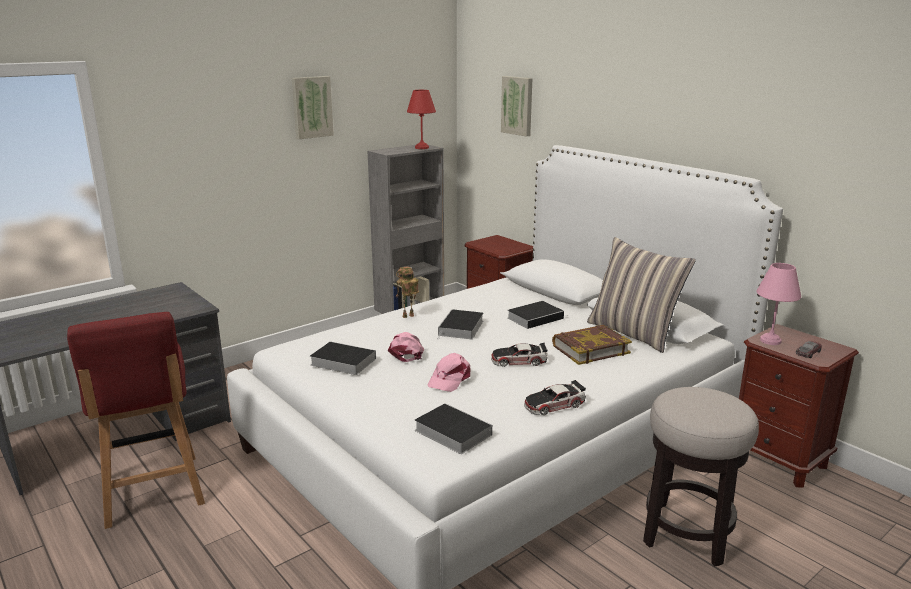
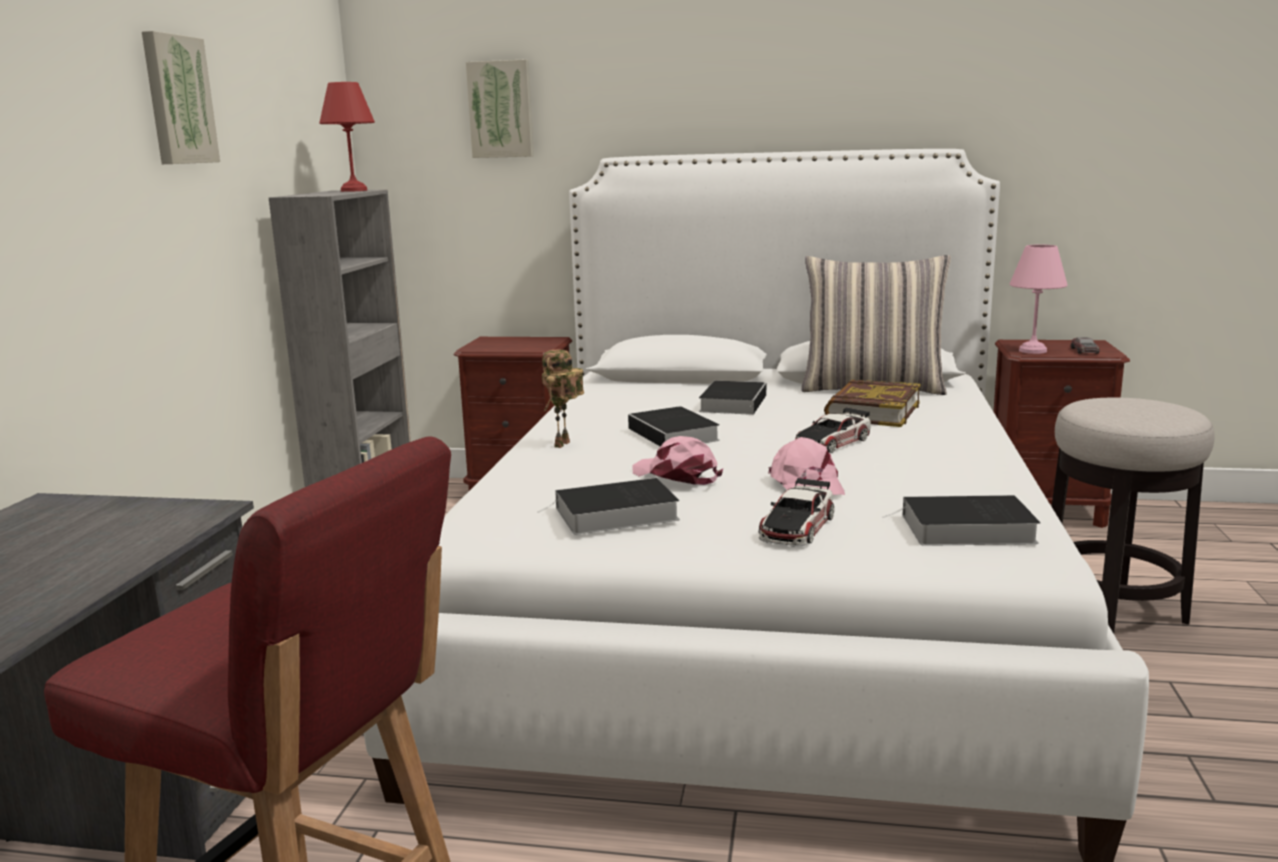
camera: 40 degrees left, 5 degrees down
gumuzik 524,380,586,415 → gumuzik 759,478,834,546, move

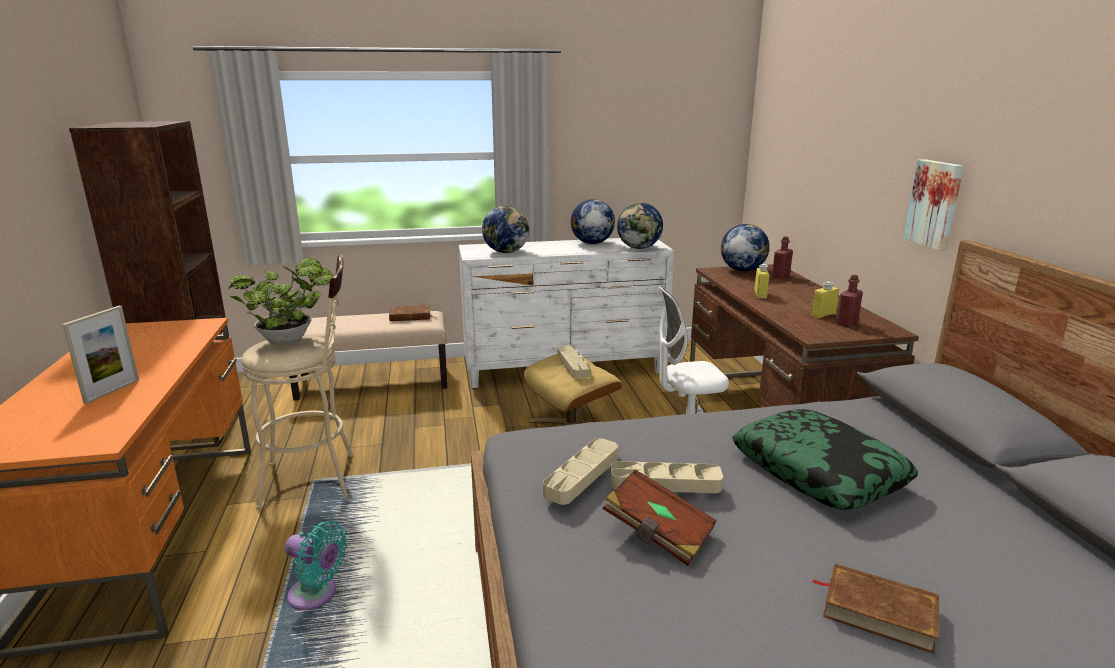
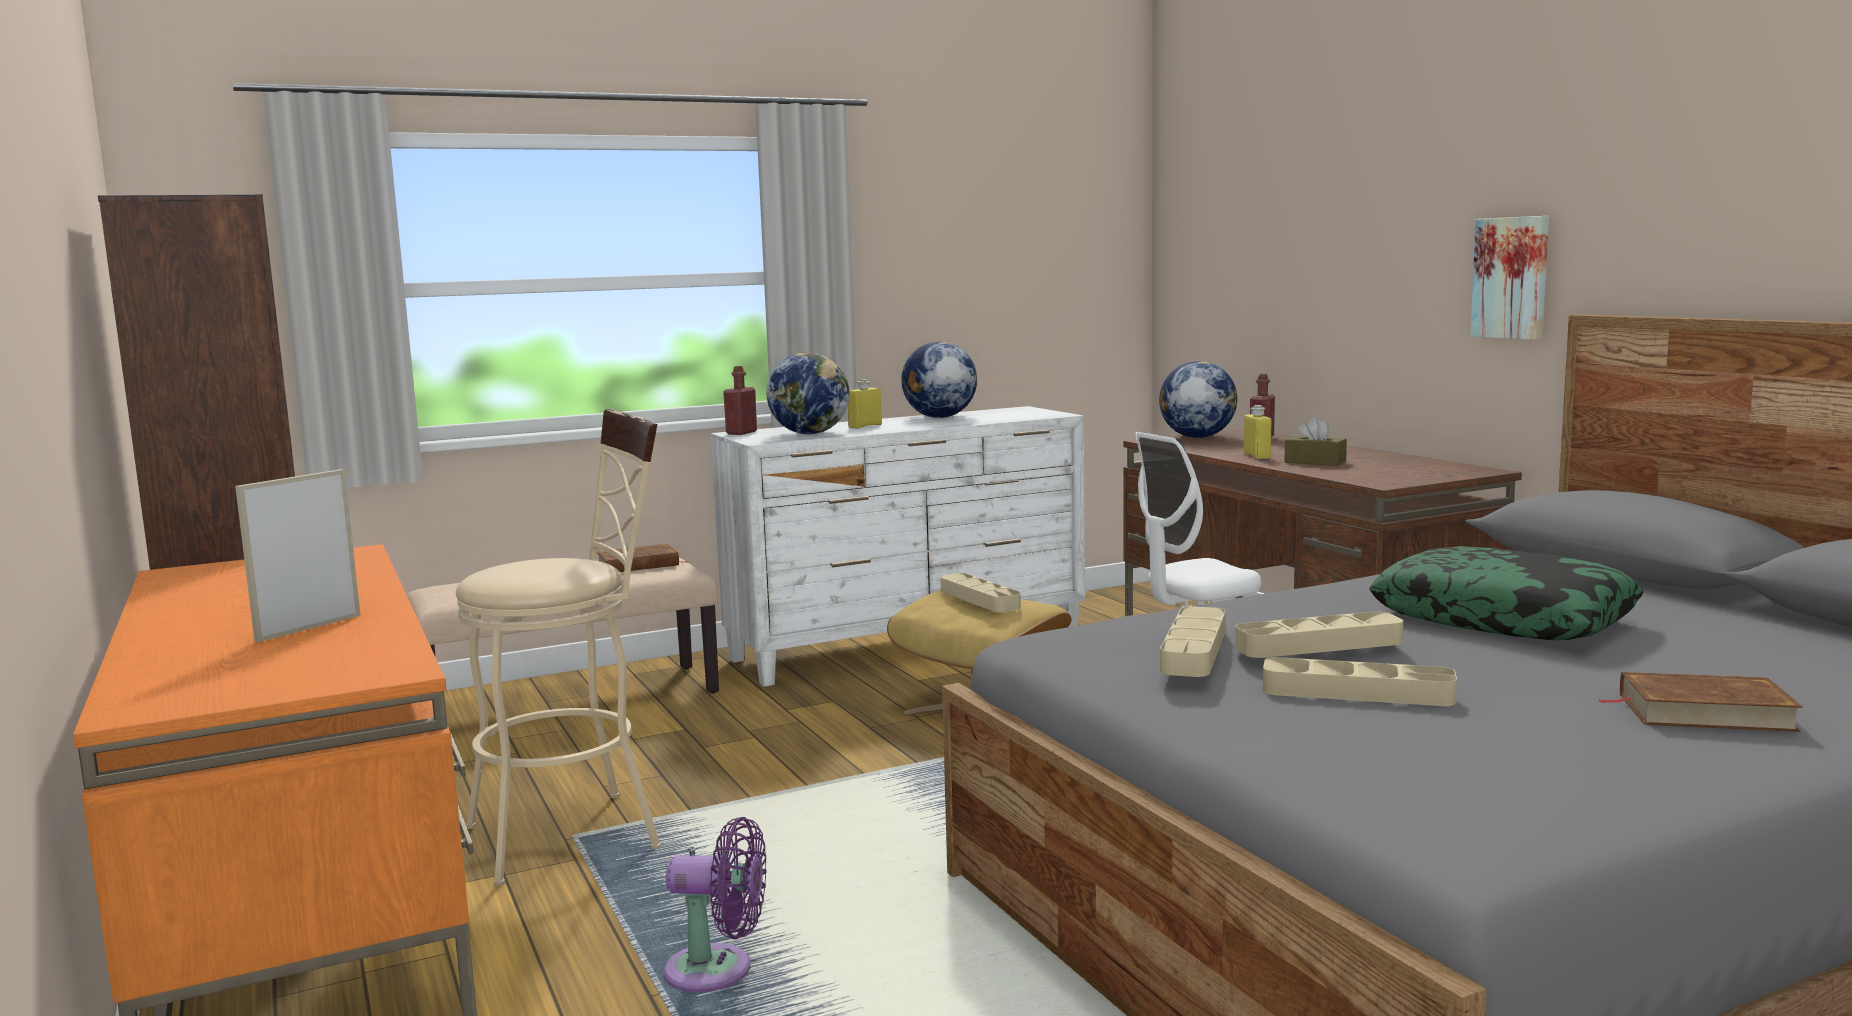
camera: 15 degrees left, 10 degrees down
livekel 62,306,139,404 → livekel 235,469,361,642, 150 degrees counterclockwise
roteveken 227,258,334,345 → -
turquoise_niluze 285,521,347,610 → purple_niluze 664,817,767,992
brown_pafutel 603,469,717,566 → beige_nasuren 1263,657,1457,706
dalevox 617,203,663,249 → -
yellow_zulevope 811,281,839,319 → yellow_zulevope 848,379,882,429, move
red_zulevope 836,275,863,327 → red_zulevope 723,366,757,435, move
- → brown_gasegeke 1285,417,1347,466

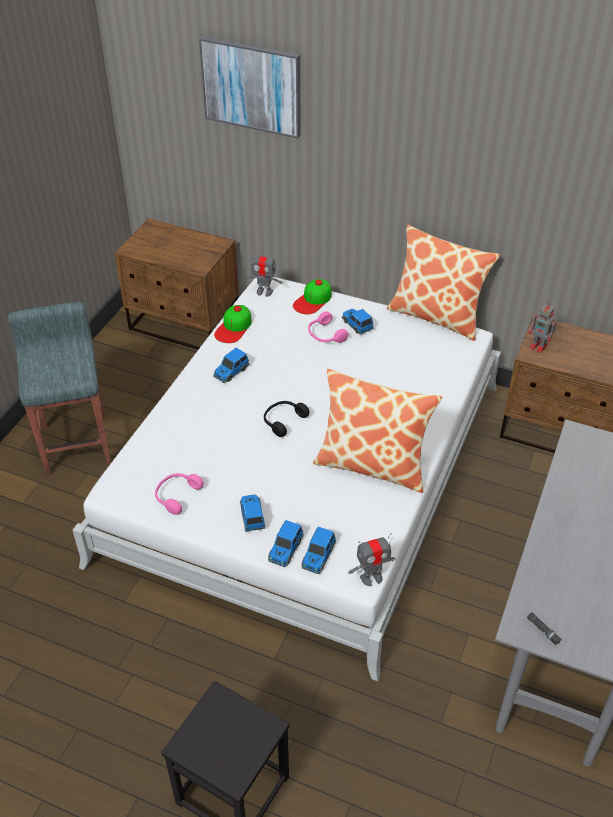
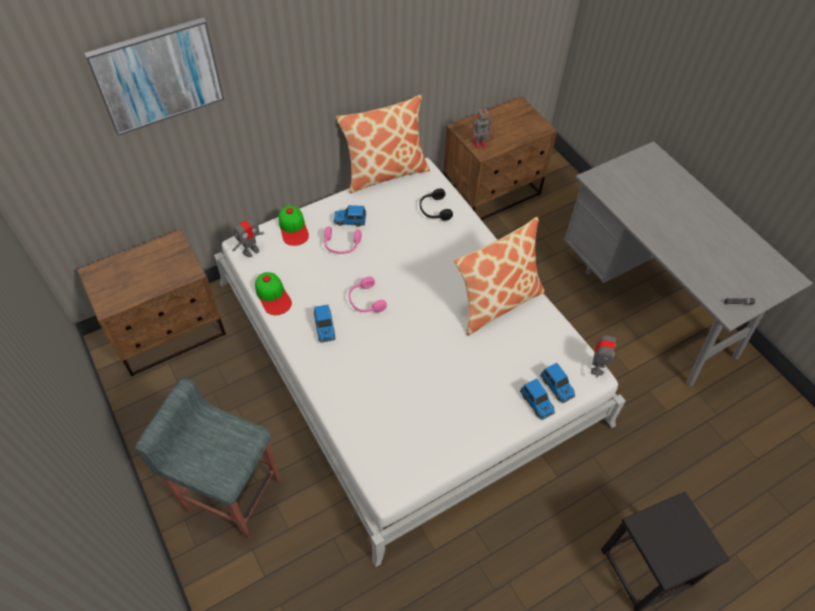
camera: 55 degrees left, 10 degrees up
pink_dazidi 155,473,204,515 → pink_dazidi 349,277,387,312, move
gumuzik 240,494,266,532 → -
black_dazidi 264,401,310,437 → black_dazidi 420,188,453,221, move

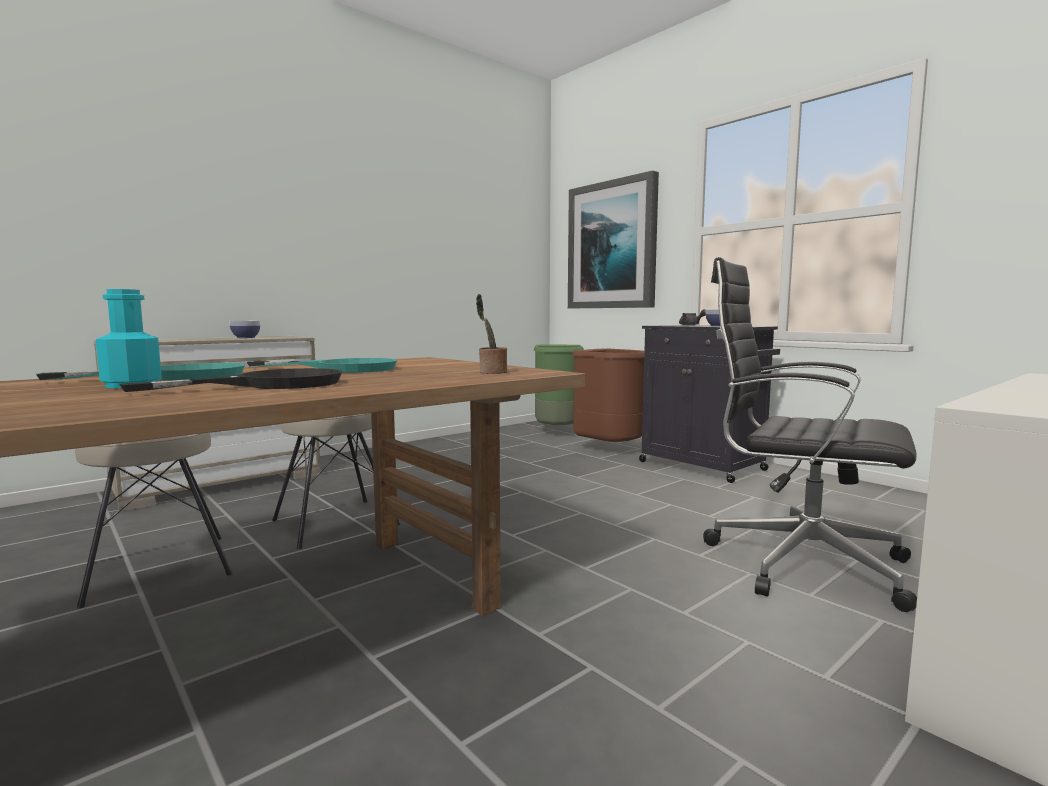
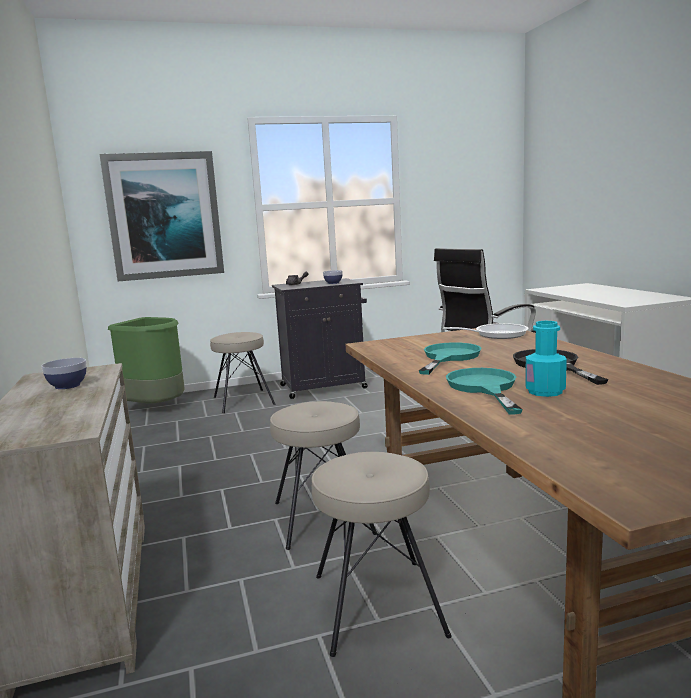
camera: 65 degrees left, 5 degrees up
roteveken 476,294,507,374 → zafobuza 443,323,529,339
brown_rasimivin 572,348,644,442 → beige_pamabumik 210,332,276,413

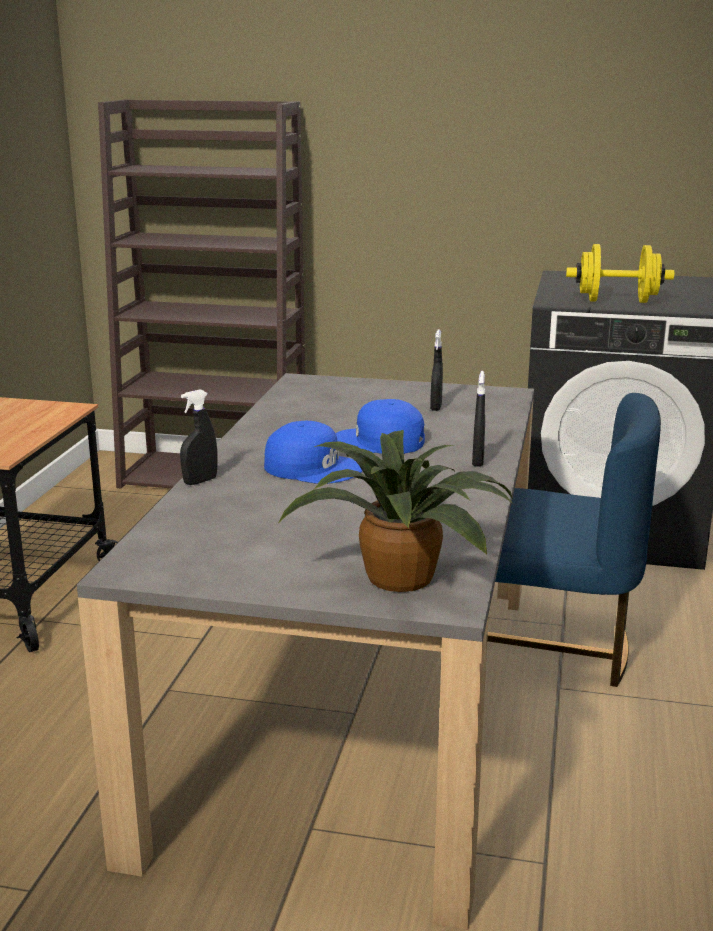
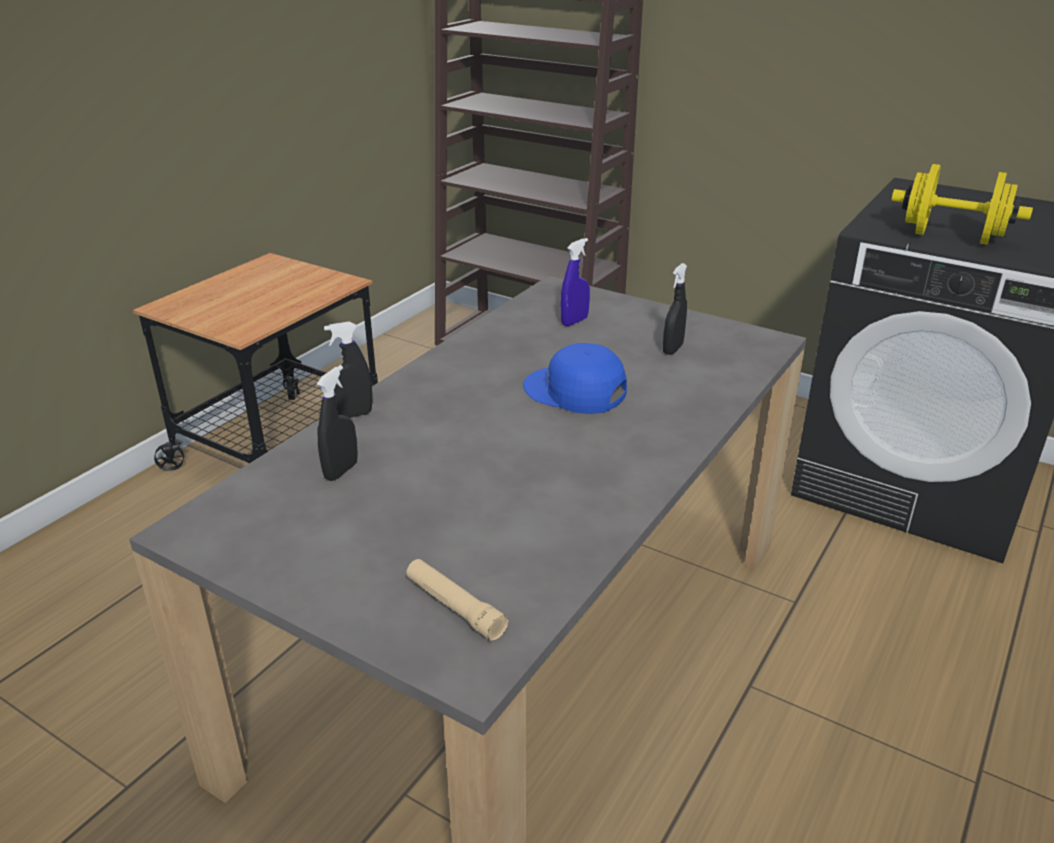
camera: 20 degrees right, 10 degrees up
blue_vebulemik 264,421,362,484 → -
roteveken 279,430,513,592 → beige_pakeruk 406,559,508,641
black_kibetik 472,371,485,467 → black_kibetik 317,365,358,481, move
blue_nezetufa 487,393,661,687 → -
- → blue_kibetik 561,238,590,326

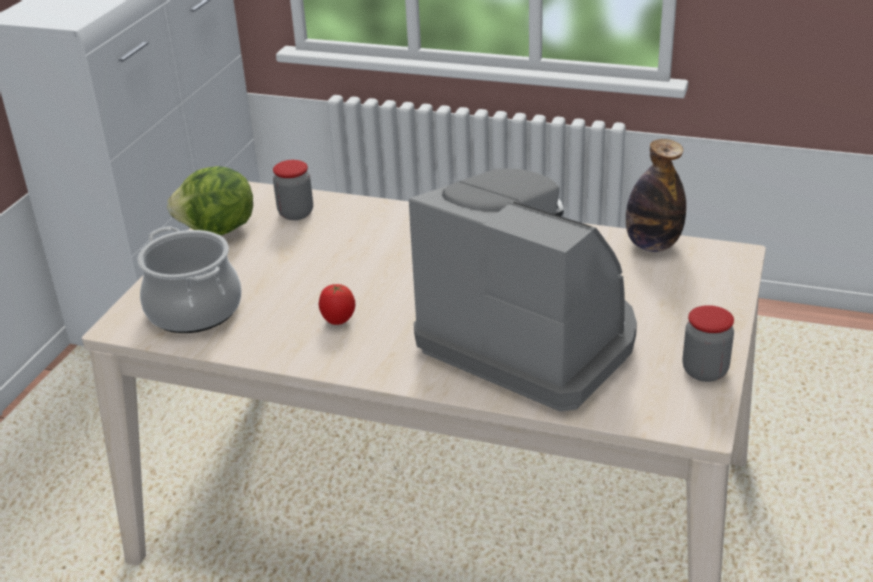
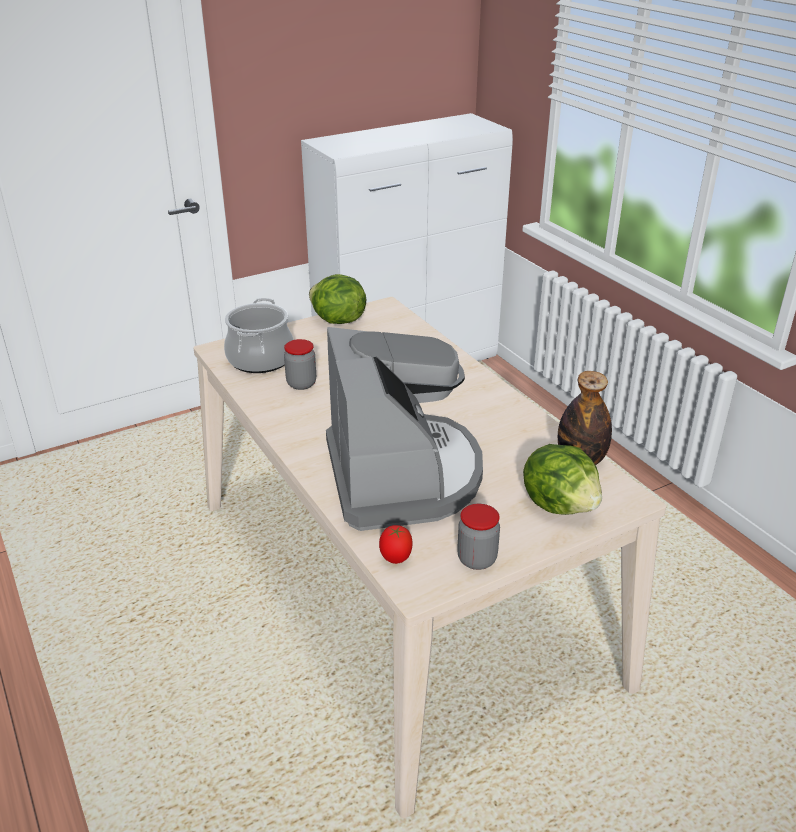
camera: 40 degrees right, 0 degrees up
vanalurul 273,160,313,220 → vanalurul 284,339,316,390, move
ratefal 319,284,355,325 → ratefal 379,525,413,564, move
- → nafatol 523,444,602,515

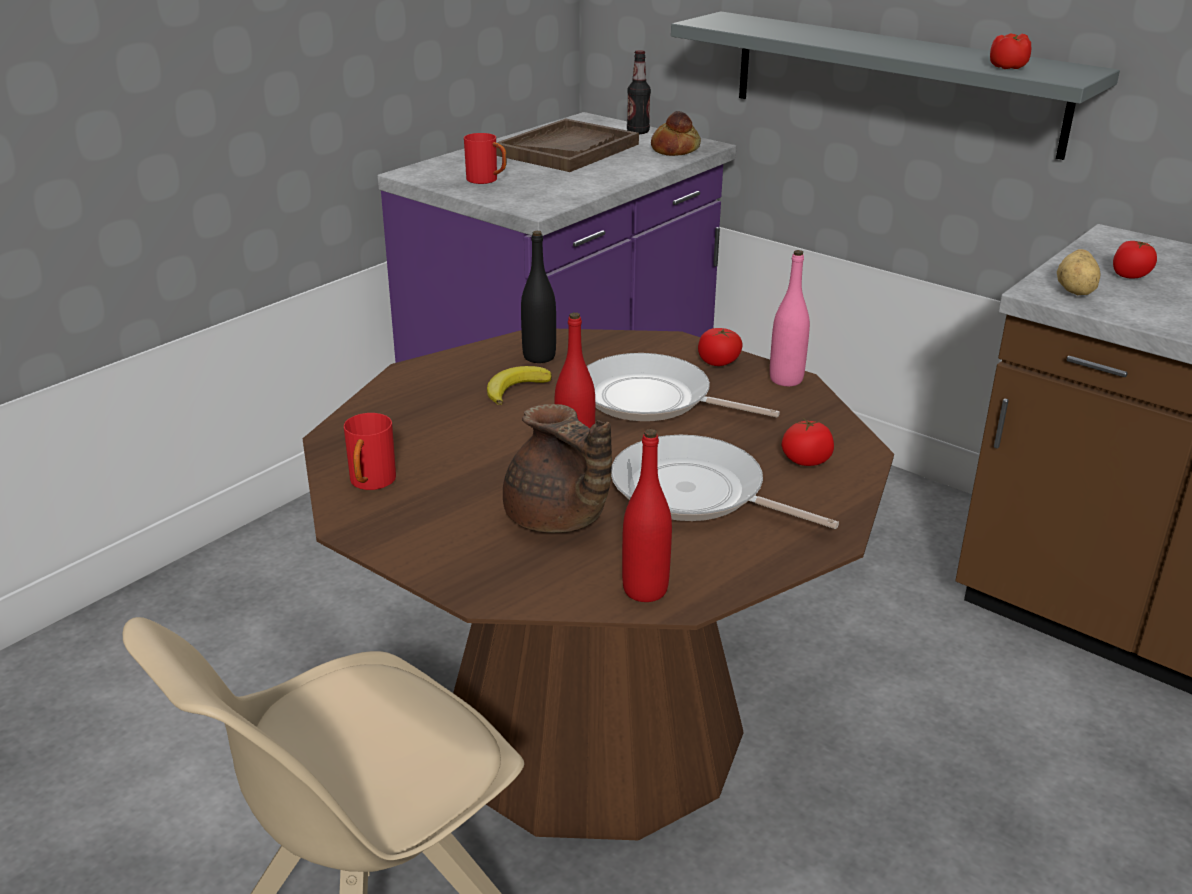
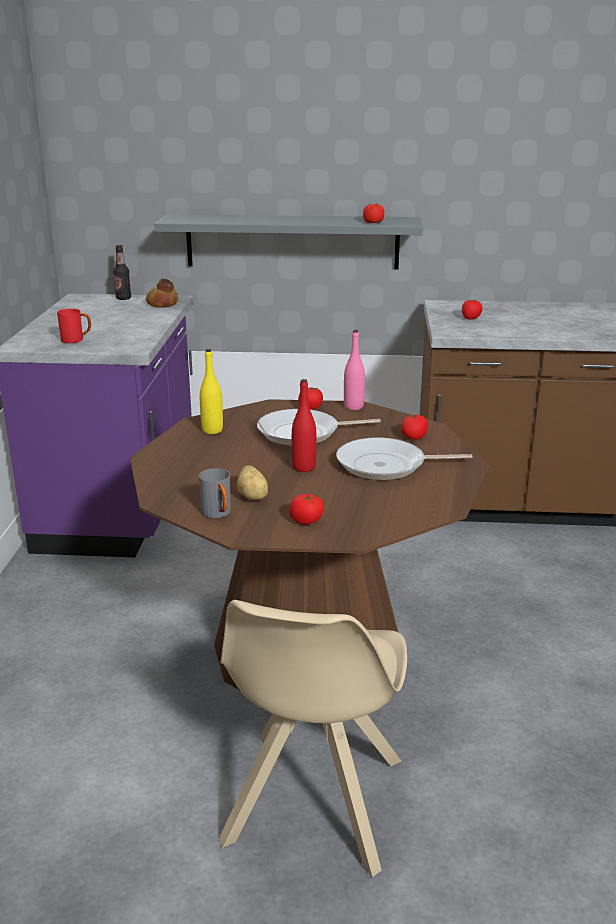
camera: 35 degrees left, 5 degrees down
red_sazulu 344,413,396,490 → grey_sazulu 199,468,231,518
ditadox 487,366,552,405 → -
brown_nasuren 496,118,639,172 → -
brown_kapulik 503,404,612,533 → -
black_zulevope 521,231,556,363 → yellow_zulevope 200,349,223,434
red_zulevope 622,429,672,602 → -
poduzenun 1057,249,1100,295 → poduzenun 237,465,268,500, move
- → ratefal 289,494,324,525

